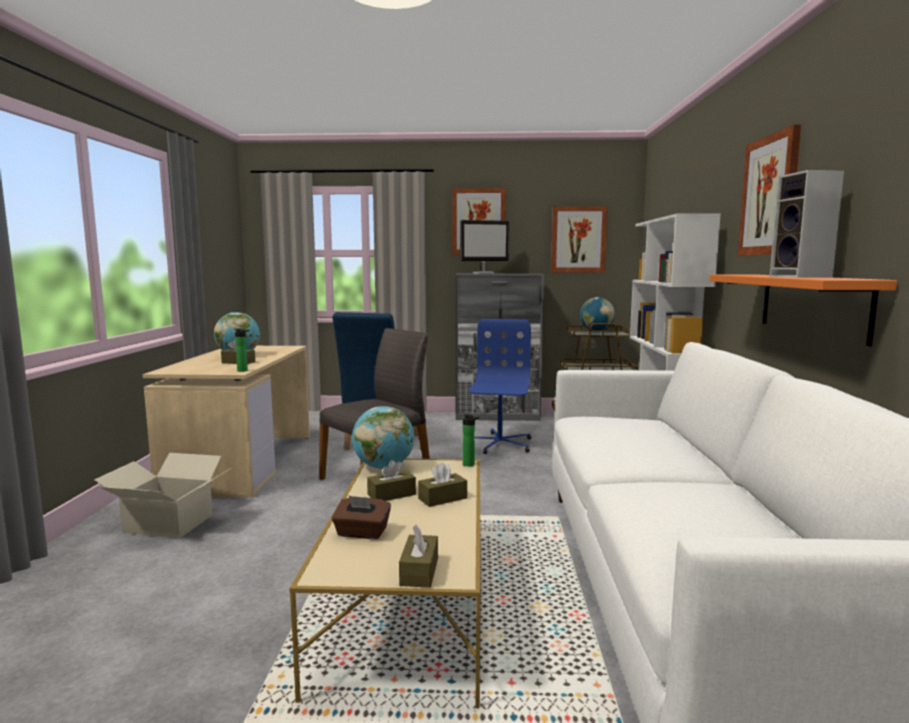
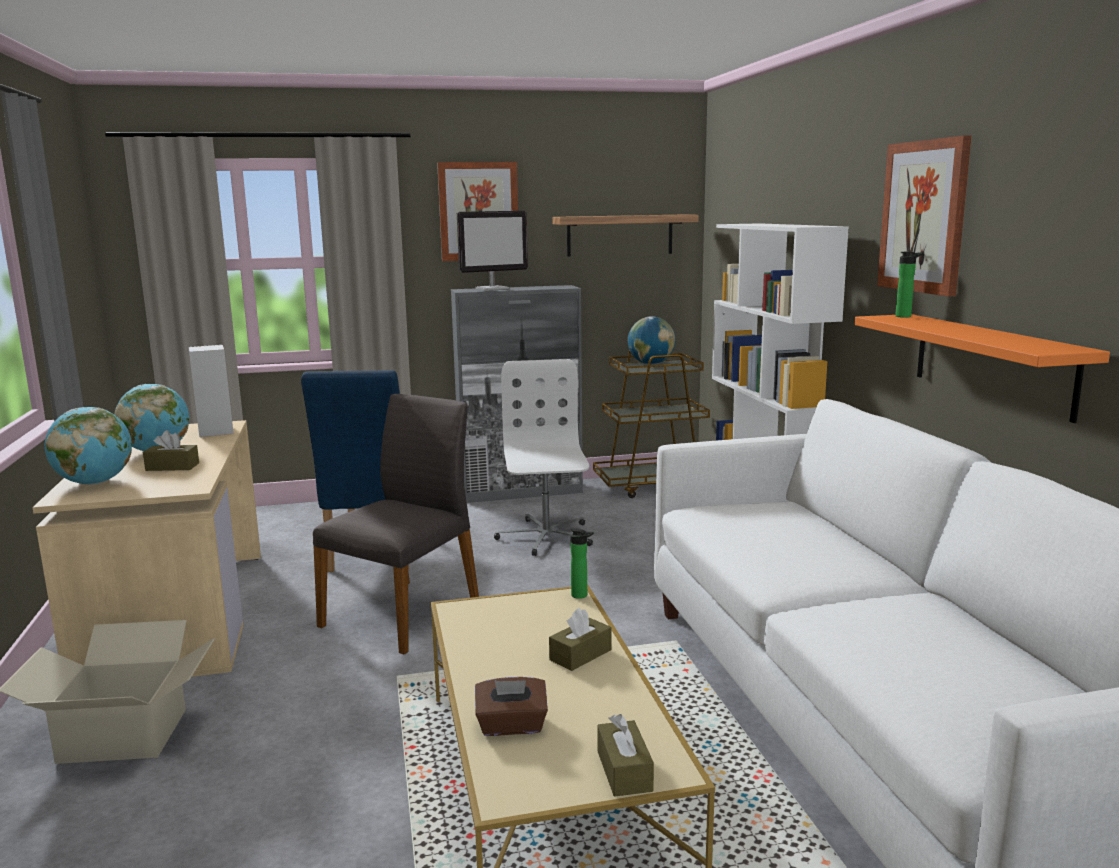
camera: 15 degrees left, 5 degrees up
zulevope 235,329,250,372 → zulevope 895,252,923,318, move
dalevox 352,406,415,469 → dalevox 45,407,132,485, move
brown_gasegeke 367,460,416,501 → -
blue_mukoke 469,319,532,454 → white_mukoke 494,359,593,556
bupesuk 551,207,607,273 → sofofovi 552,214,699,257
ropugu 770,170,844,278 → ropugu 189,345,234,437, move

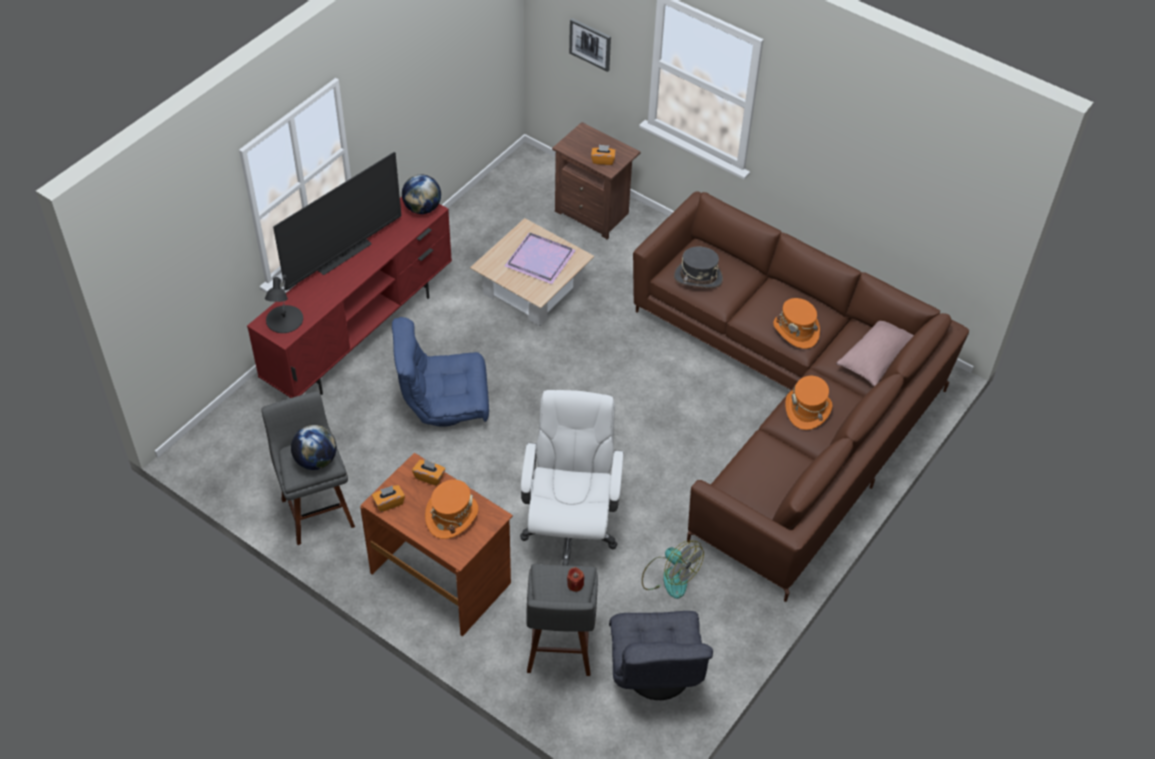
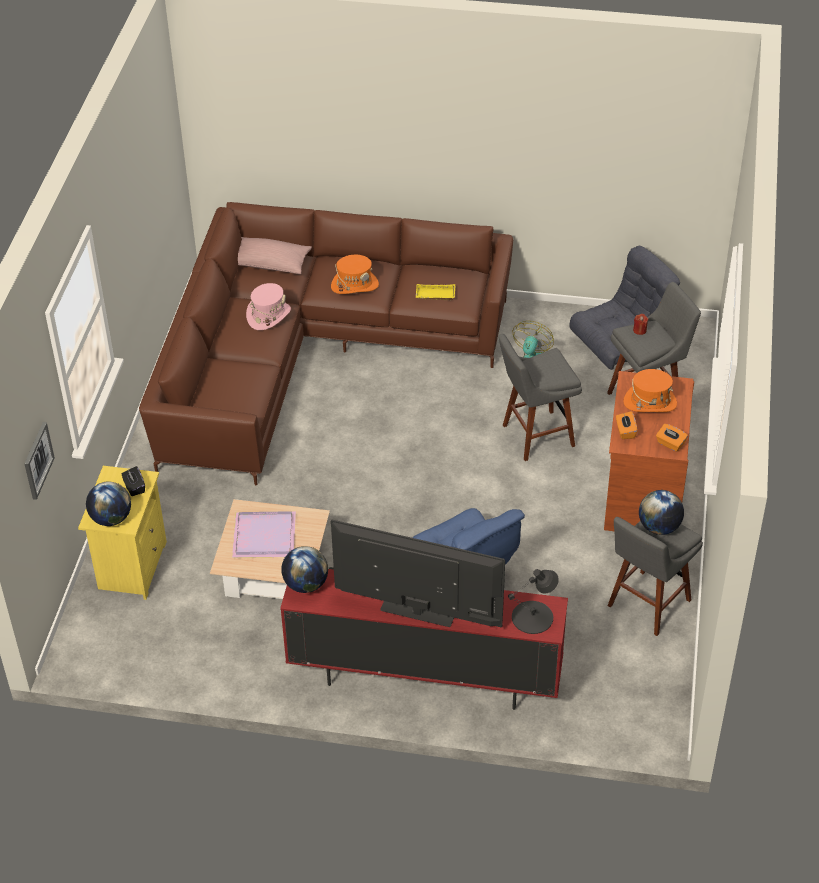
camera: 115 degrees left, 5 degrees down
white_mukoke 520,390,623,565 → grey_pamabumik 498,334,582,461
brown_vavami 552,122,641,240 → yellow_vavami 78,466,167,600
orange_gasegeke 591,145,616,165 → black_gasegeke 122,466,145,496
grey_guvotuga 674,246,723,288 → -
orange_guvotuga 773,298,820,349 → pink_guvotuga 246,283,291,330
- → dalevox 86,481,131,526
- → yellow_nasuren 416,284,456,300

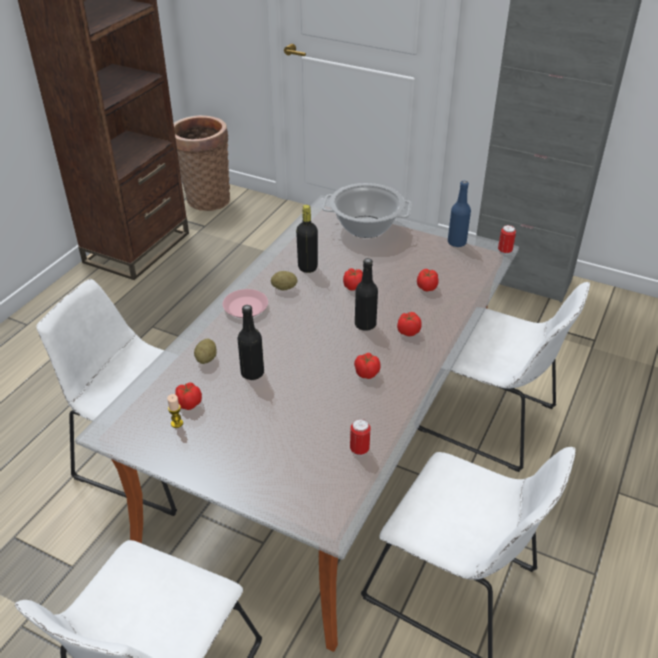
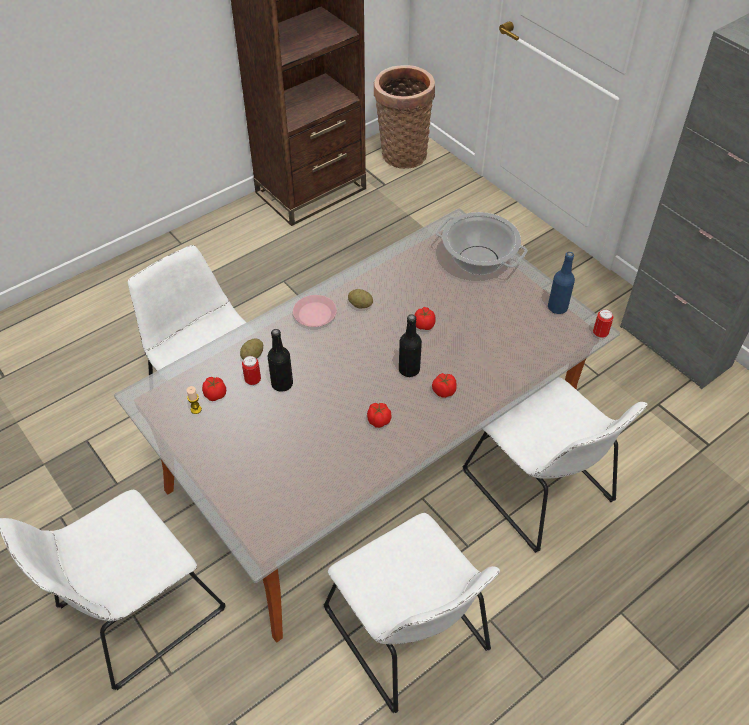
camera: 25 degrees right, 10 degrees up
black_zulevope 296,205,318,273 → -
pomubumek 350,419,370,456 → pomubumek 242,356,261,386, move
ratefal 417,269,439,292 → -

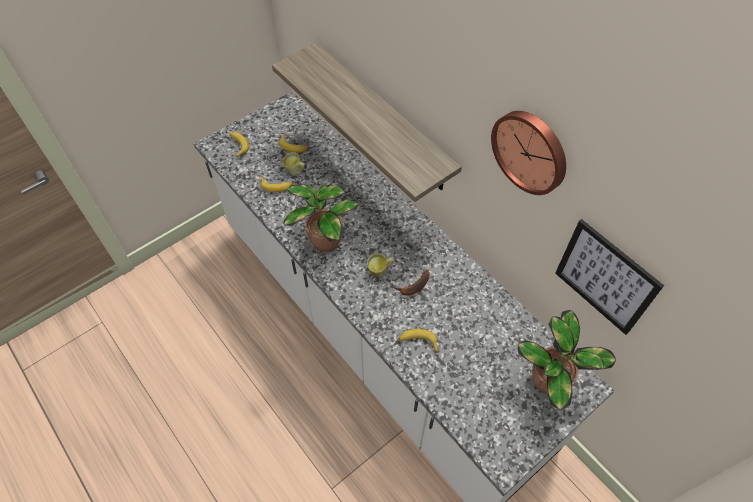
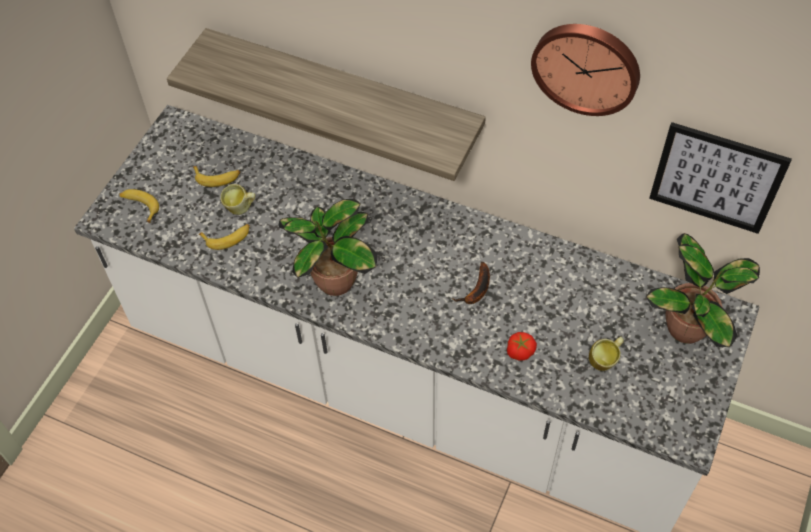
camera: 25 degrees left, 0 degrees up
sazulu 367,253,394,276 → sazulu 589,337,624,371, move
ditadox 399,329,439,353 → ratefal 507,332,537,361

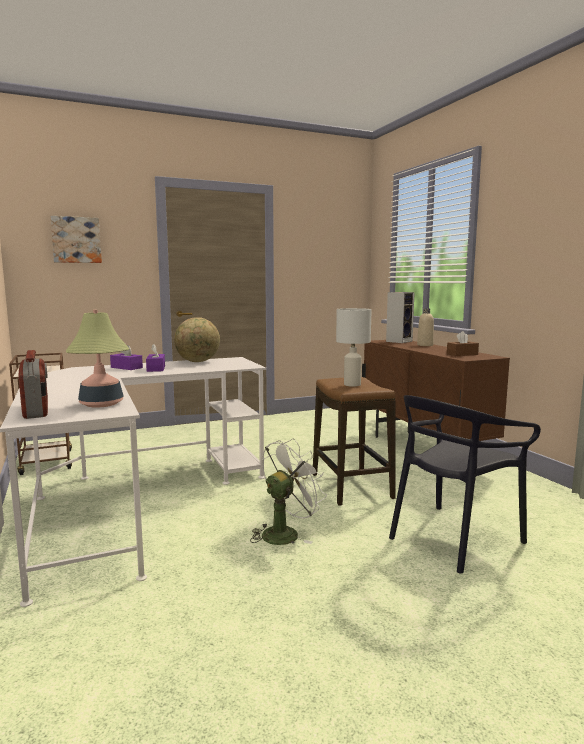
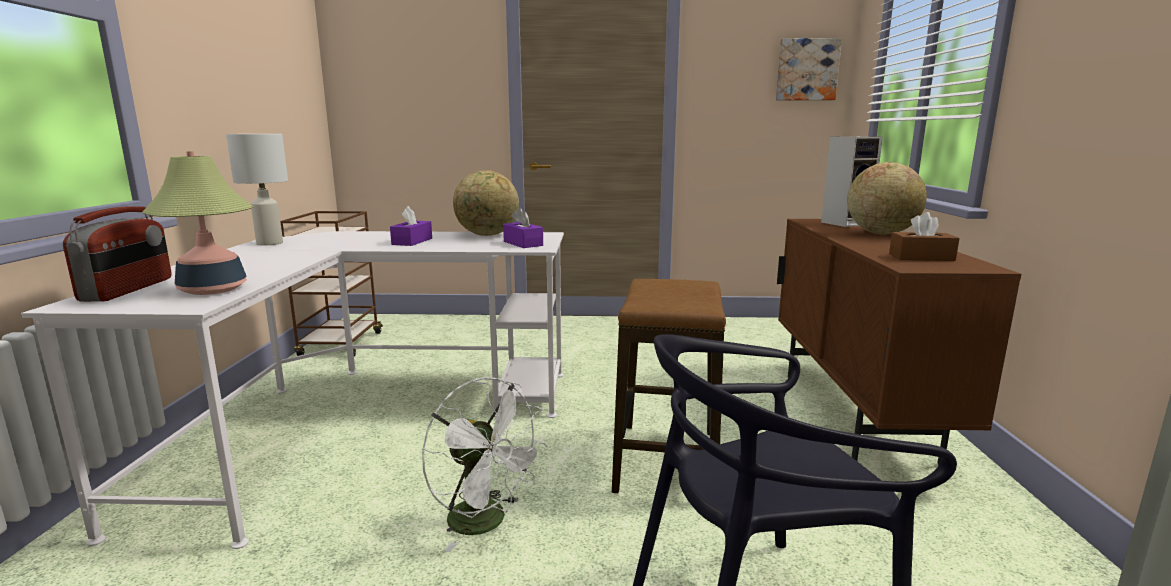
camera: 25 degrees right, 5 degrees up
bupesuk 50,216,102,263 → bupesuk 776,38,842,100, move
purple_gasegeke 110,345,143,370 → purple_gasegeke 503,207,543,248, move
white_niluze 250,439,327,545 → white_niluze 422,377,547,552, 60 degrees clockwise
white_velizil 336,308,372,387 → white_velizil 226,134,288,245, move
beige_zulevope 417,308,434,346 → dalevox 847,162,927,235

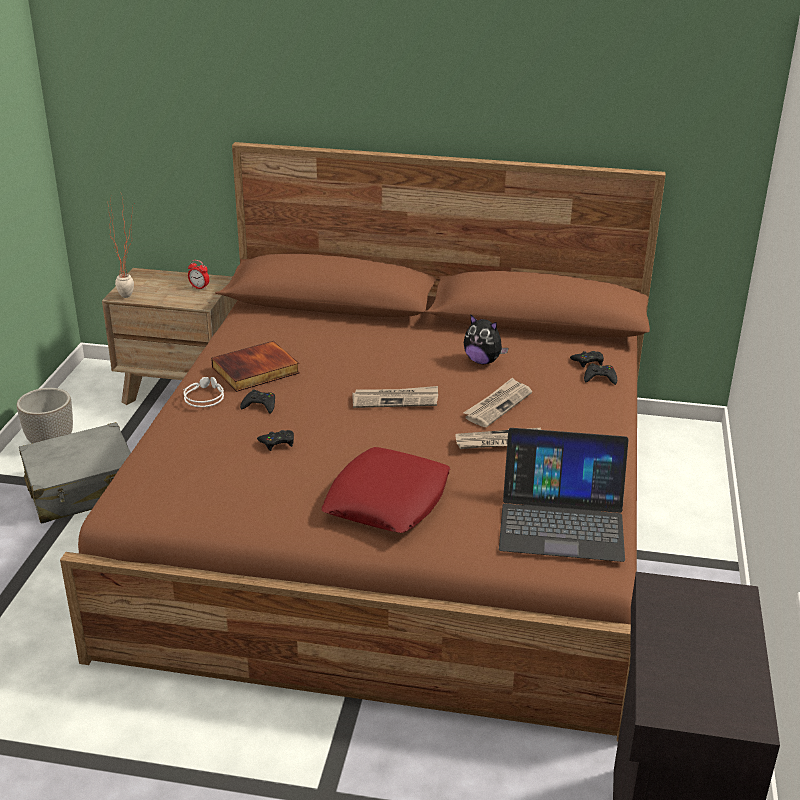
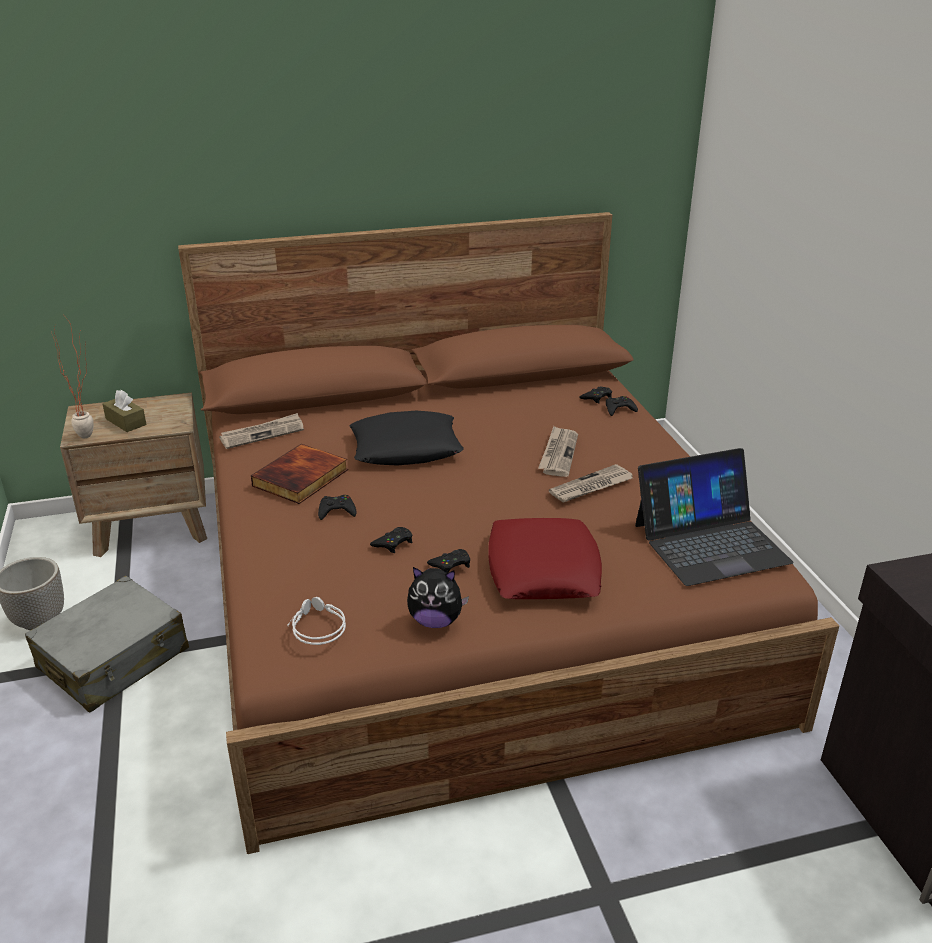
camera: 25 degrees left, 0 degrees up
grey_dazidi 183,377,224,407 → grey_dazidi 287,597,346,645, move
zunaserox 188,260,209,290 → -
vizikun 352,386,438,408 → vizikun 219,413,304,449, move
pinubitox 463,314,508,364 → pinubitox 407,567,469,628, move
- → brown_gasegeke 103,390,146,432
- → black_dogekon 350,411,464,466
- → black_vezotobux 427,549,470,573

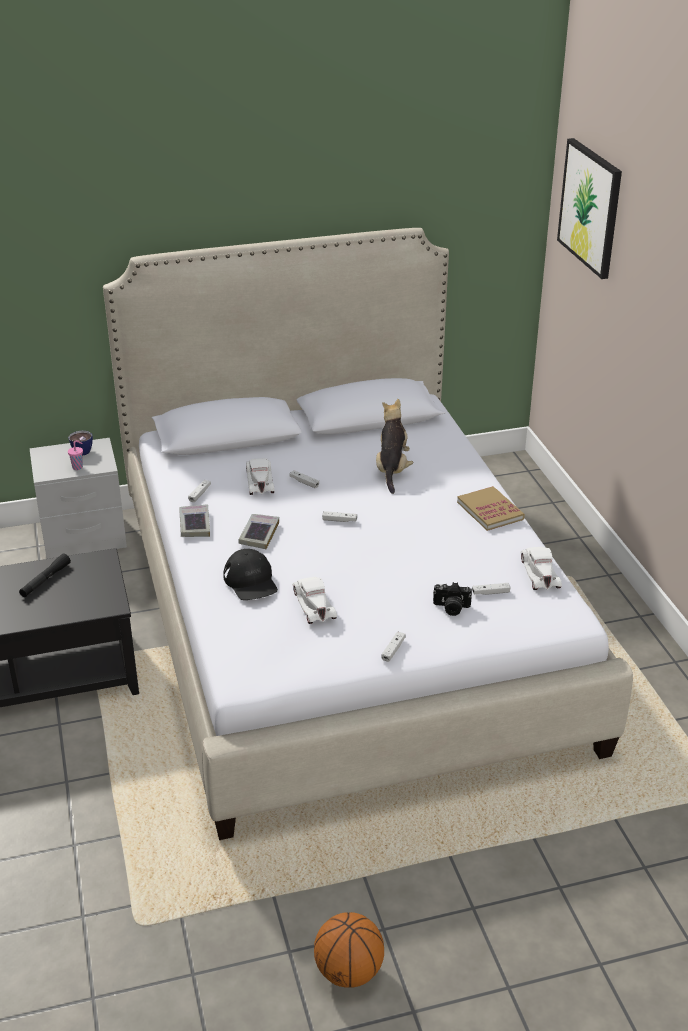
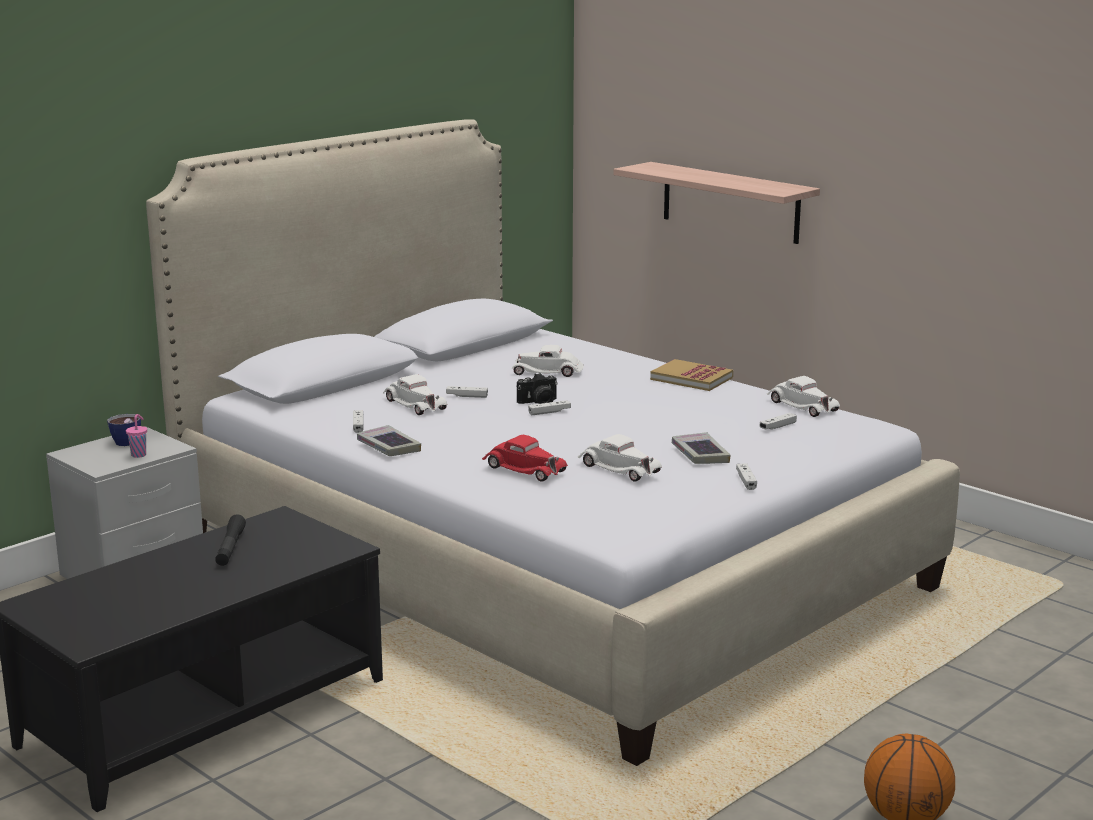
camera: 30 degrees left, 15 degrees down
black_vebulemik 223,549,278,600 → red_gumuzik 482,435,568,482
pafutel 238,514,279,549 → pafutel 672,432,731,464, move
pinubitox 376,399,413,494 → white_gumuzik 512,345,584,377
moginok 433,582,472,616 → moginok 517,373,558,404, move
bupesuk 557,138,622,279 → -
- → sofofovi 613,162,820,244

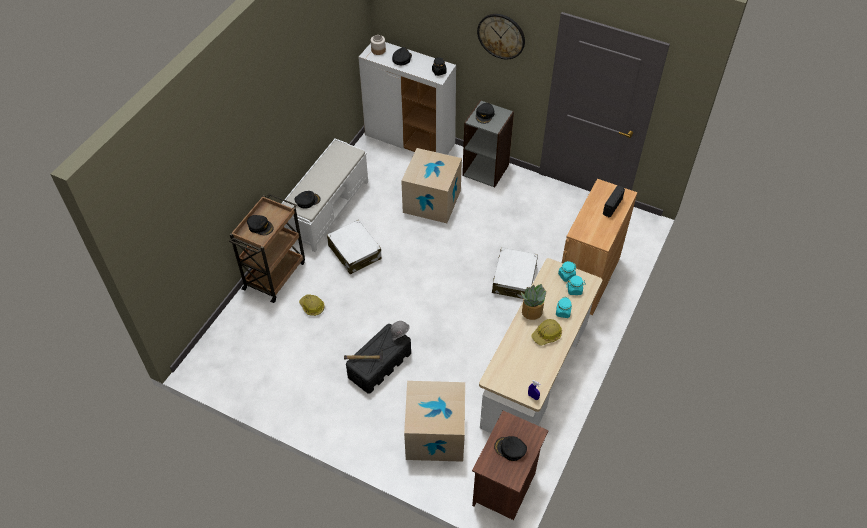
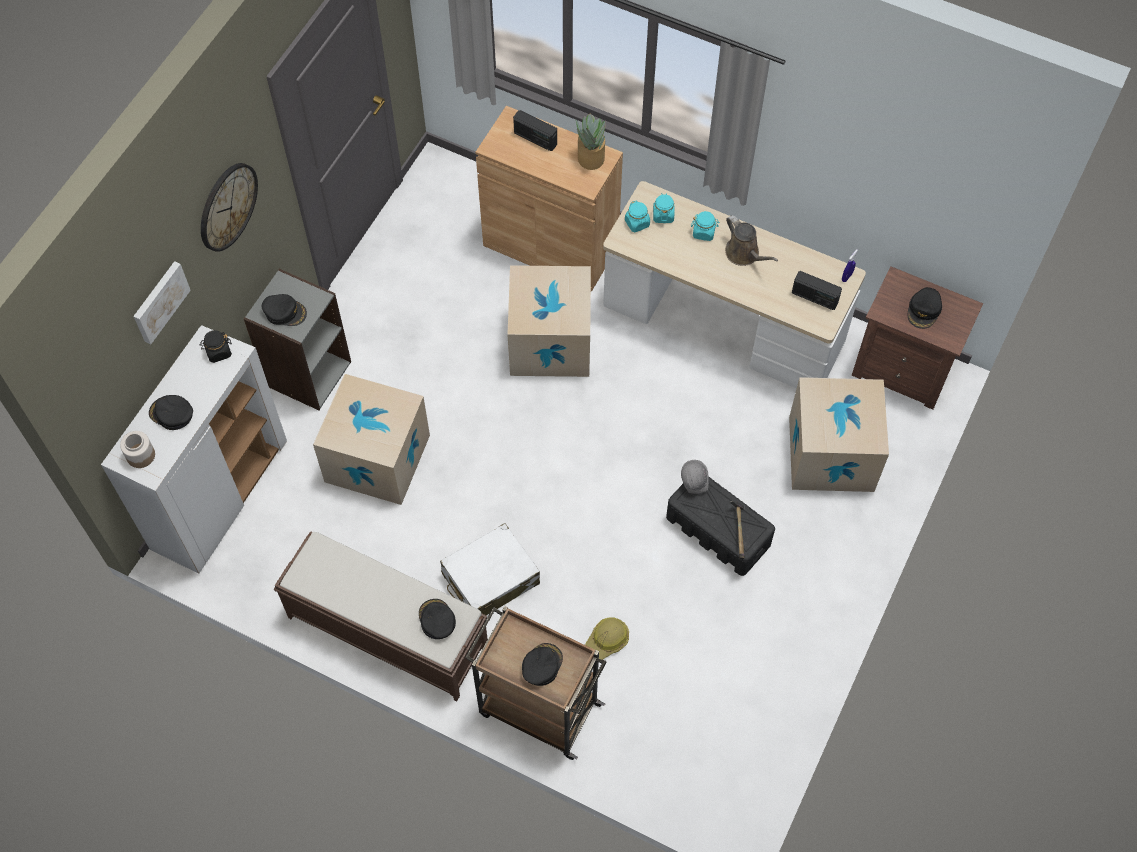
camera: 90 degrees left, 10 degrees up
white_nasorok 281,139,368,252 → brown_nasorok 274,531,488,701
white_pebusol 492,248,538,299 → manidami 507,265,591,377
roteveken 521,284,546,320 → roteveken 576,114,606,170, move
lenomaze 531,319,562,345 → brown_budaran 725,215,778,266
- → bupesuk 133,261,191,344
- → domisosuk 792,271,842,310

